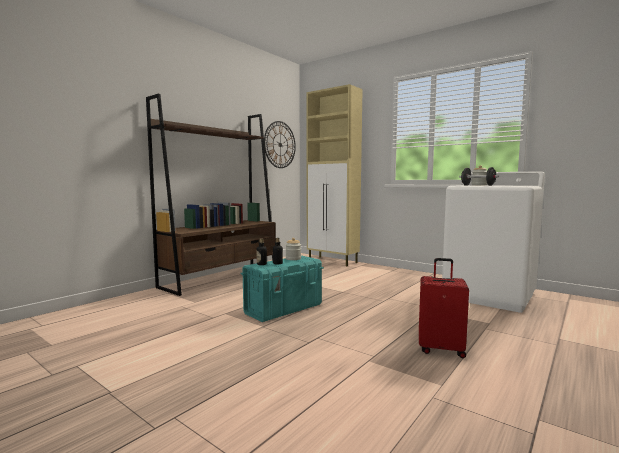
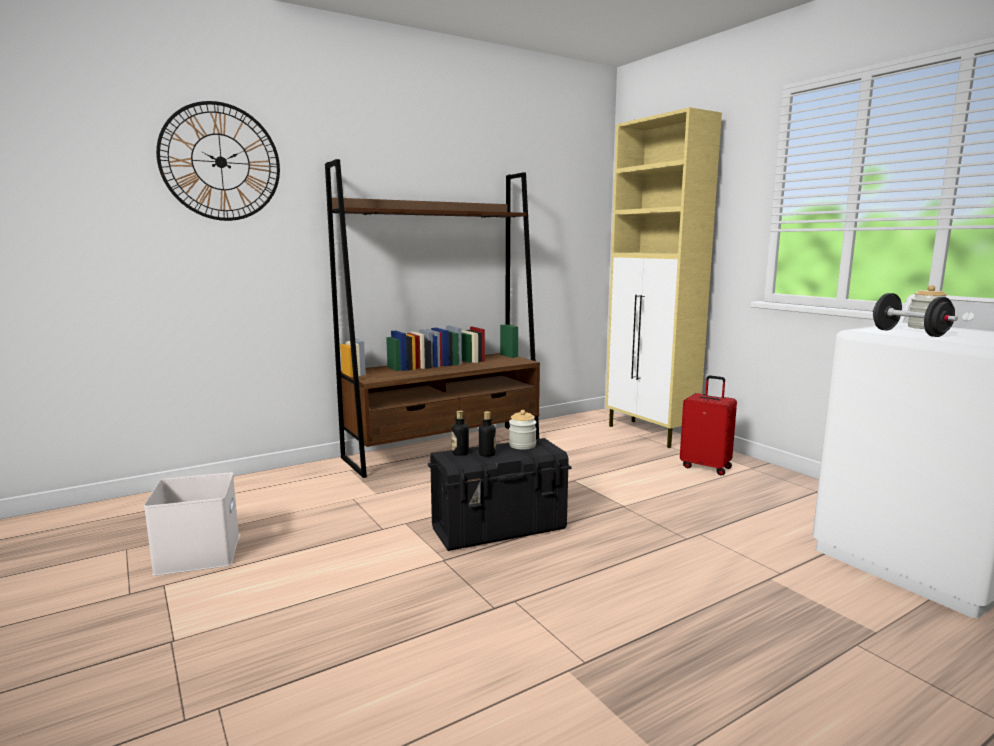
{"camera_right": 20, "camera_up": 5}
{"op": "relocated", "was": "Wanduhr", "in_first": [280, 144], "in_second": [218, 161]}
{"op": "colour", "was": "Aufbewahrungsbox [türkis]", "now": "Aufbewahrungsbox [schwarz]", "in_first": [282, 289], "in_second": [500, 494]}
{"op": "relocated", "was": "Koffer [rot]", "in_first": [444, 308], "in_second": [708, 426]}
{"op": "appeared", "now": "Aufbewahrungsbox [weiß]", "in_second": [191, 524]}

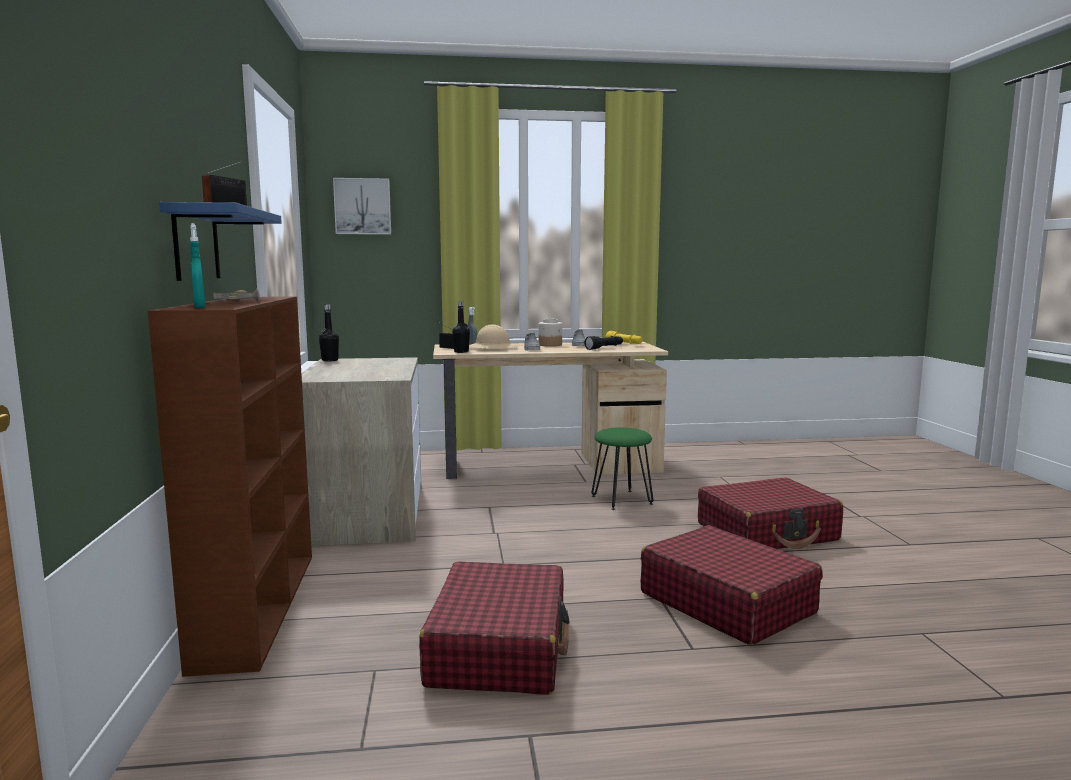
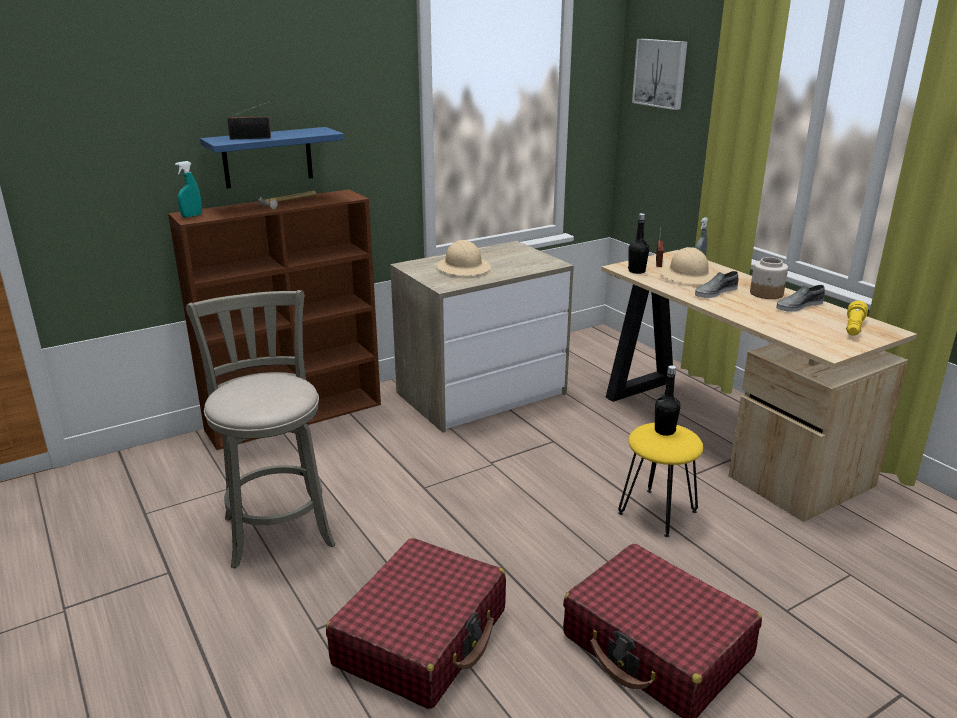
{"camera_right": 65, "camera_up": 15}
{"op": "relocated", "was": "Flasche [schwarz]", "in_first": [329, 333], "in_second": [667, 400]}
{"op": "missing", "was": "Taschenlampe [schwarz]", "in_first": [603, 343]}
{"op": "colour", "was": "Hocker [grün]", "now": "Hocker [gelb]", "in_first": [622, 468], "in_second": [661, 480]}
{"op": "exchanged", "was": "Koffer [rot]", "now": "Hocker [grau]", "in_first": [494, 628], "in_second": [260, 429]}
{"op": "appeared", "now": "Schutzhelm [beige]", "in_second": [463, 258]}

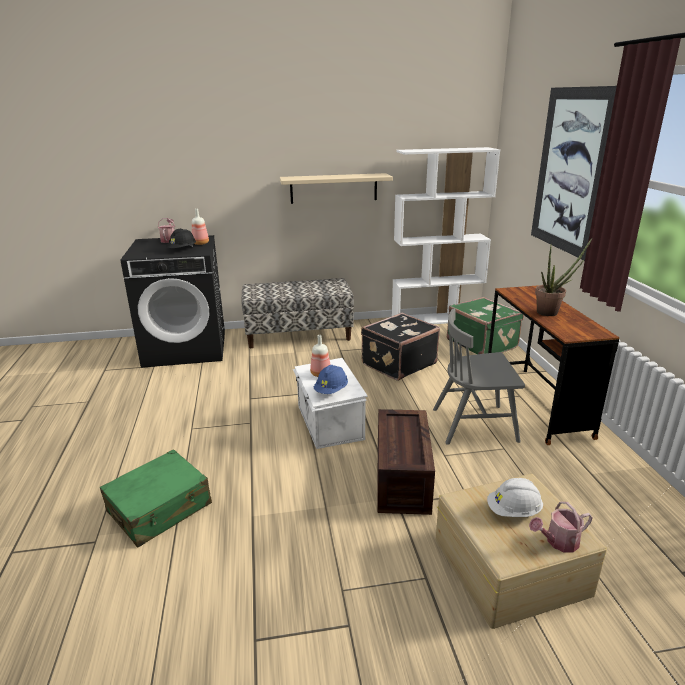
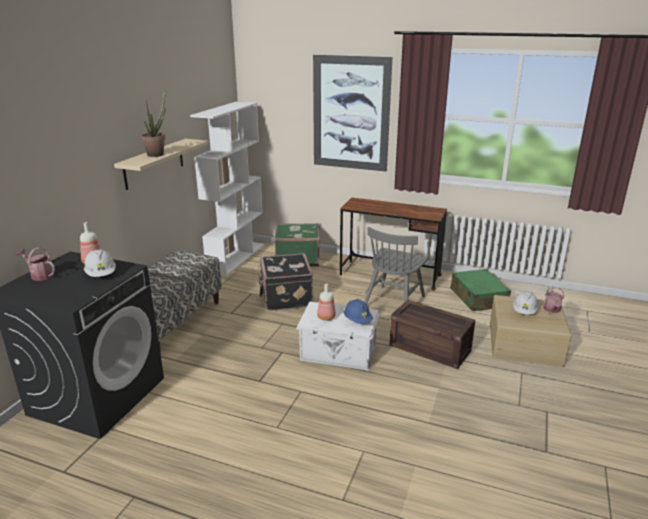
{"camera_right": -60, "camera_up": 0}
{"op": "colour", "was": "Schutzhelm [schwarz]", "now": "Schutzhelm [weiß]", "in_first": [181, 238], "in_second": [100, 263]}
{"op": "relocated", "was": "Topfpflanze", "in_first": [563, 277], "in_second": [153, 123]}
{"op": "relocated", "was": "Koffer [grün]", "in_first": [156, 498], "in_second": [480, 290]}

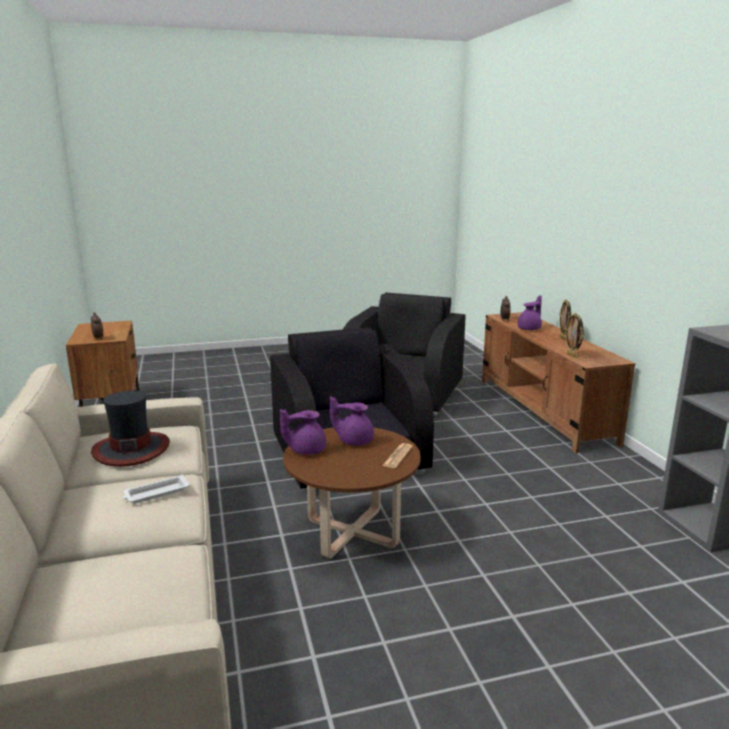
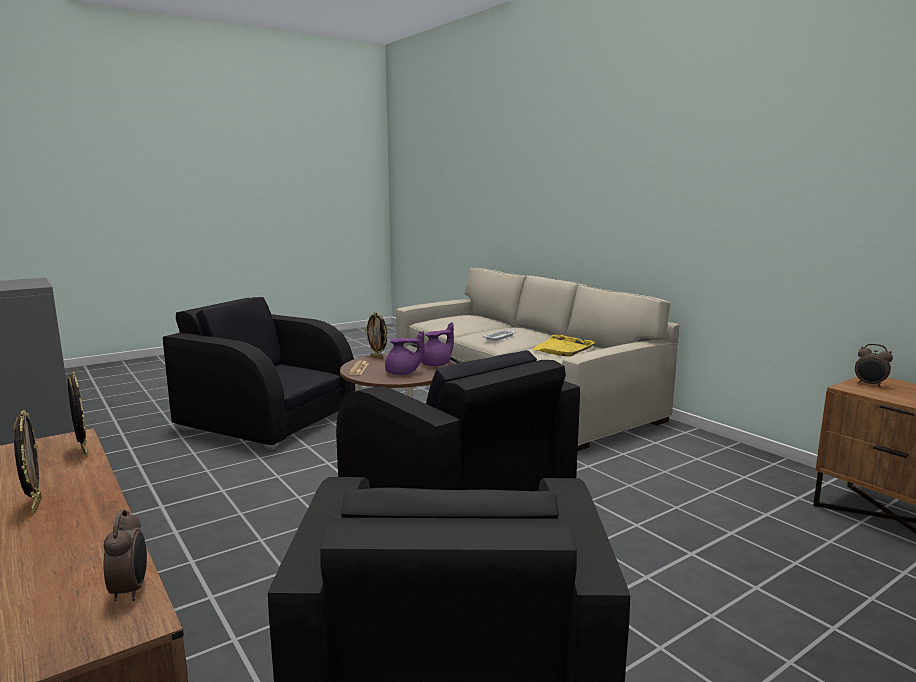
{"camera_right": 160, "camera_up": -5}
{"op": "missing", "was": "Teekanne [lila]", "in_first": [530, 312]}
{"op": "exchanged", "was": "Hut", "now": "Tablett [gelb]", "in_first": [130, 428], "in_second": [563, 346]}
{"op": "appeared", "now": "Sessel [schwarz]", "in_second": [259, 374]}
{"op": "appeared", "now": "Bilderrahmen", "in_second": [376, 335]}

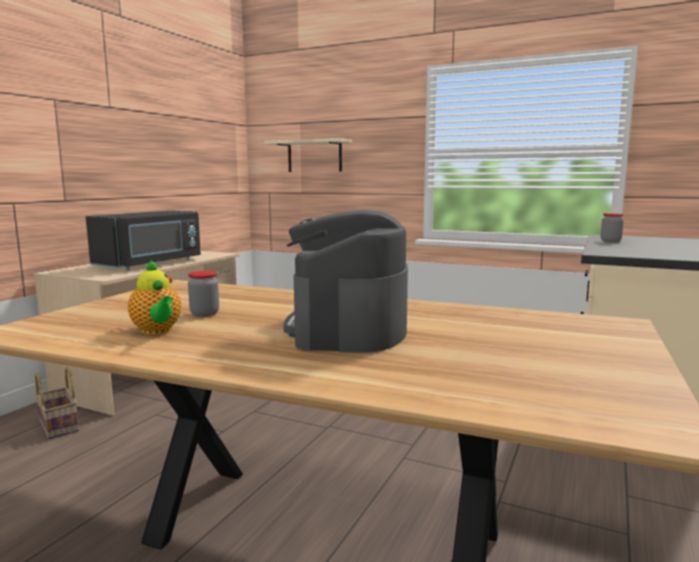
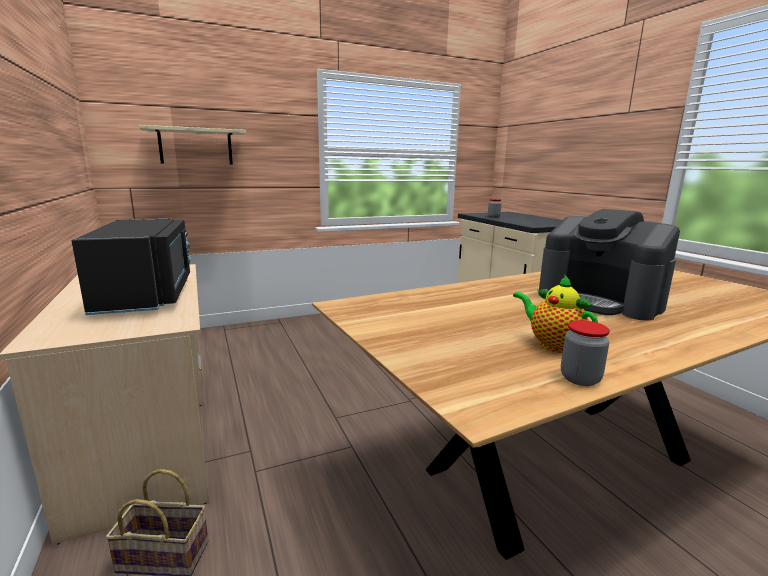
{"camera_right": -50, "camera_up": 5}
{"op": "spun", "was": "Teekanne", "in_first": [154, 296], "in_second": [555, 313], "clockwise": -135}
{"op": "relocated", "was": "Vorratsglas", "in_first": [203, 294], "in_second": [585, 353]}

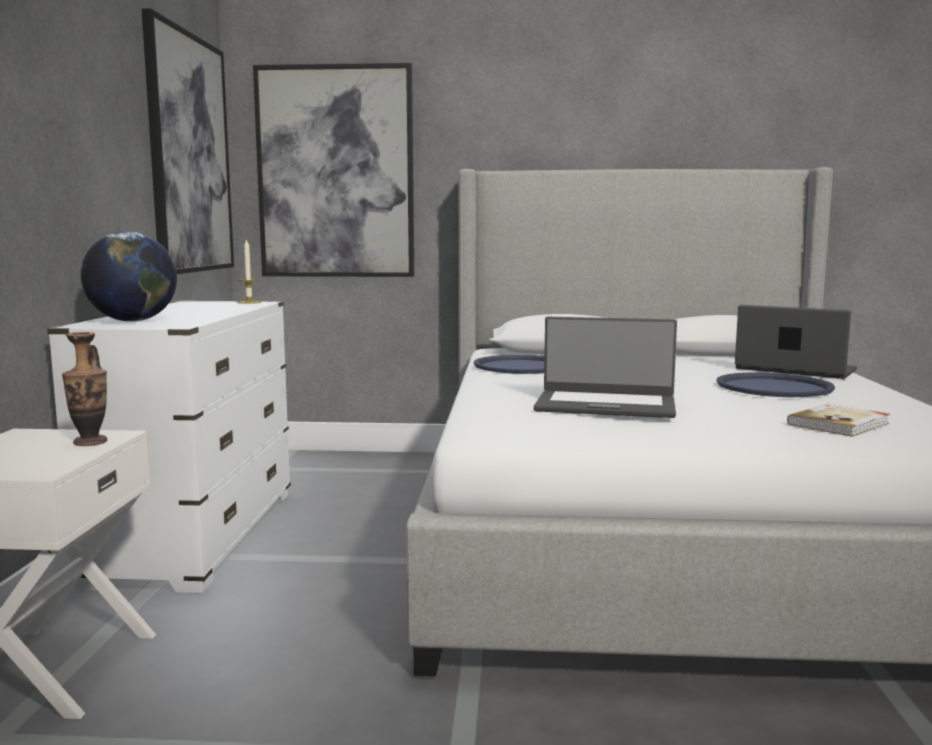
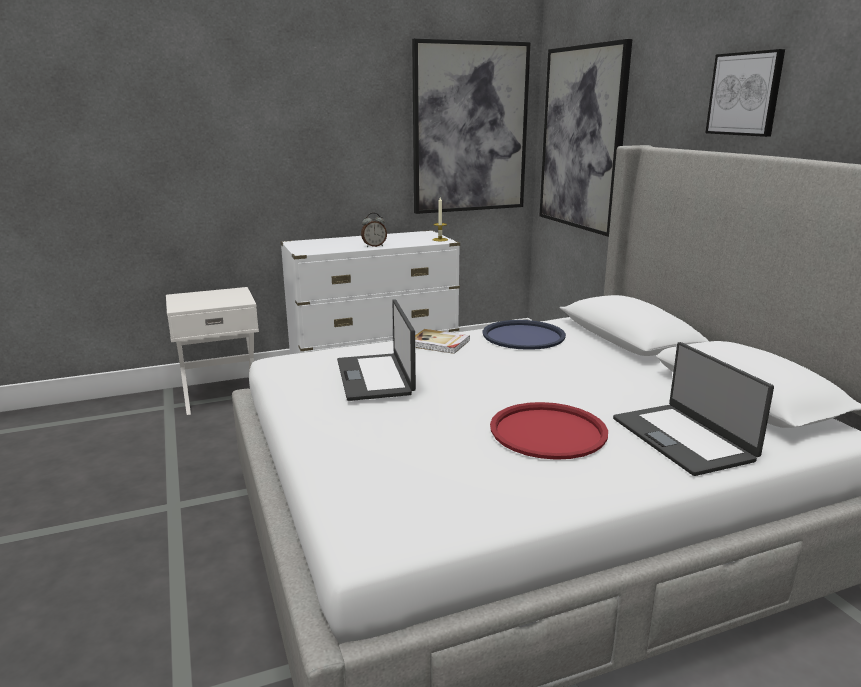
{"camera_right": 65, "camera_up": 10}
{"op": "missing", "was": "Globus", "in_first": [129, 276]}
{"op": "spun", "was": "Laptop", "in_first": [796, 342], "in_second": [693, 409], "clockwise": 150}
{"op": "missing", "was": "Vase", "in_first": [84, 389]}
{"op": "colour", "was": "Tablett [blau]", "now": "Tablett [rot]", "in_first": [776, 385], "in_second": [549, 431]}
{"op": "relocated", "was": "Buch", "in_first": [838, 420], "in_second": [442, 341]}
{"op": "appeared", "now": "Bild", "in_second": [745, 93]}
{"op": "appeared", "now": "Wecker", "in_second": [374, 230]}

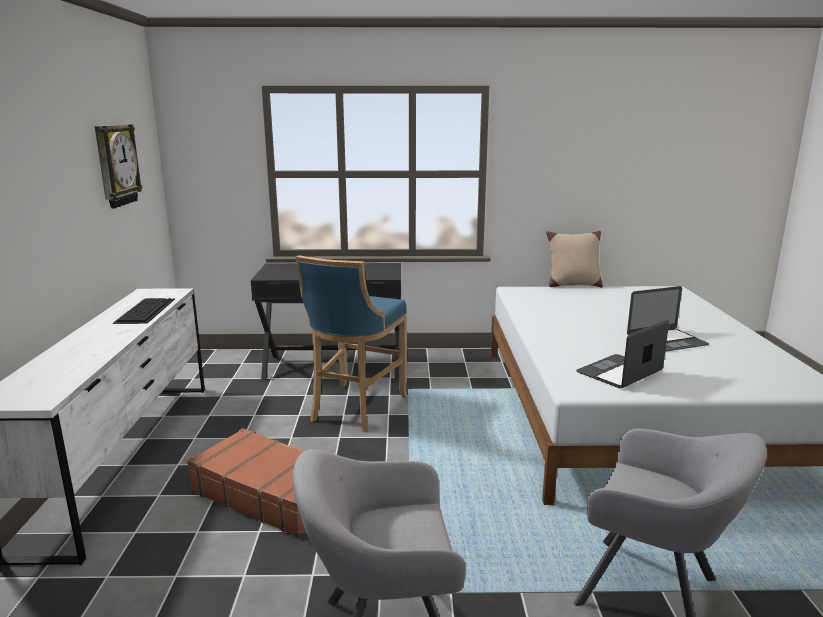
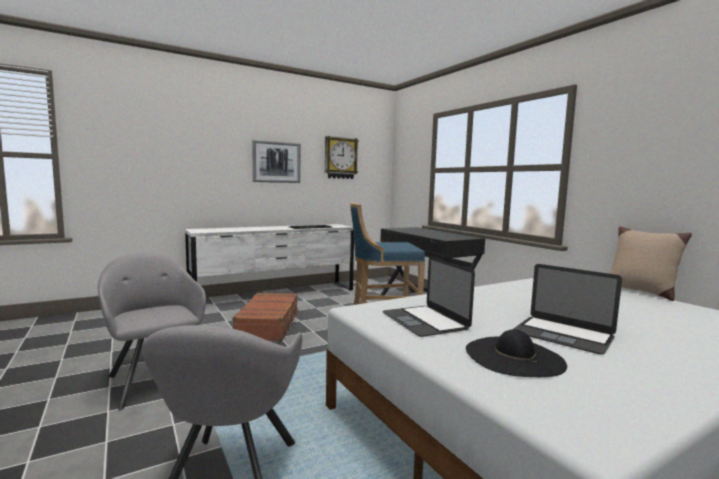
{"camera_right": 60, "camera_up": -10}
{"op": "spun", "was": "Laptop", "in_first": [622, 354], "in_second": [428, 296], "clockwise": -135}
{"op": "appeared", "now": "Bild", "in_second": [276, 161]}
{"op": "appeared", "now": "Hut [schwarz]", "in_second": [516, 353]}

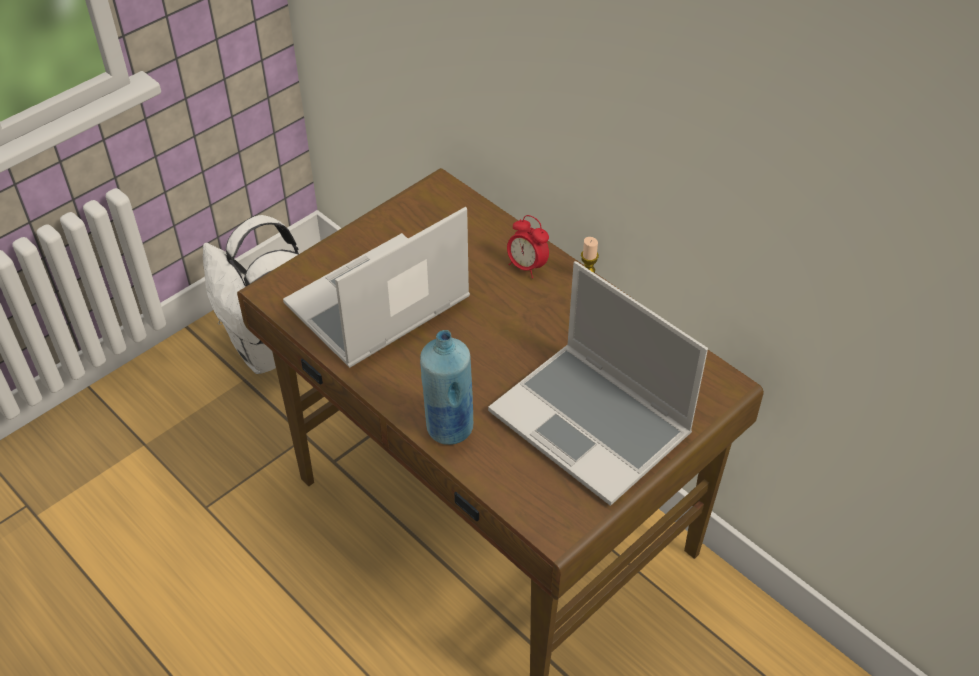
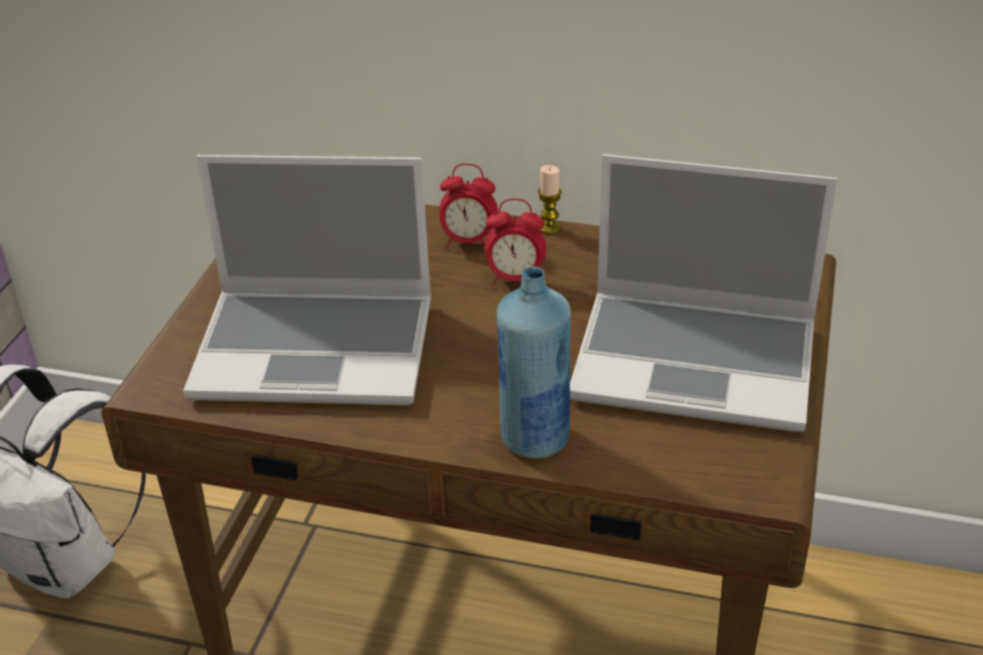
{"camera_right": -30, "camera_up": -10}
{"op": "spun", "was": "Laptop", "in_first": [376, 287], "in_second": [307, 280], "clockwise": -105}
{"op": "appeared", "now": "Wecker", "in_second": [515, 242]}

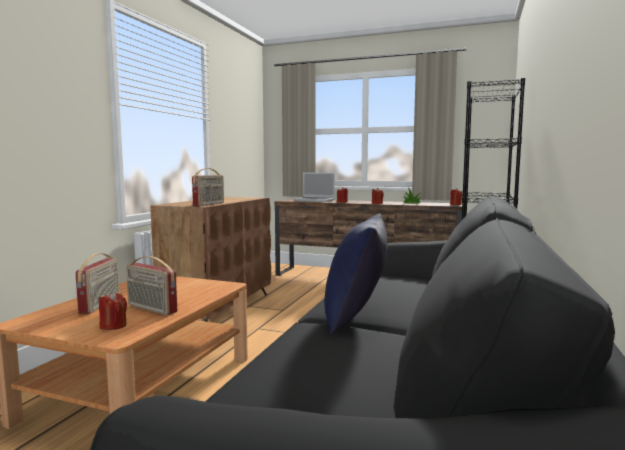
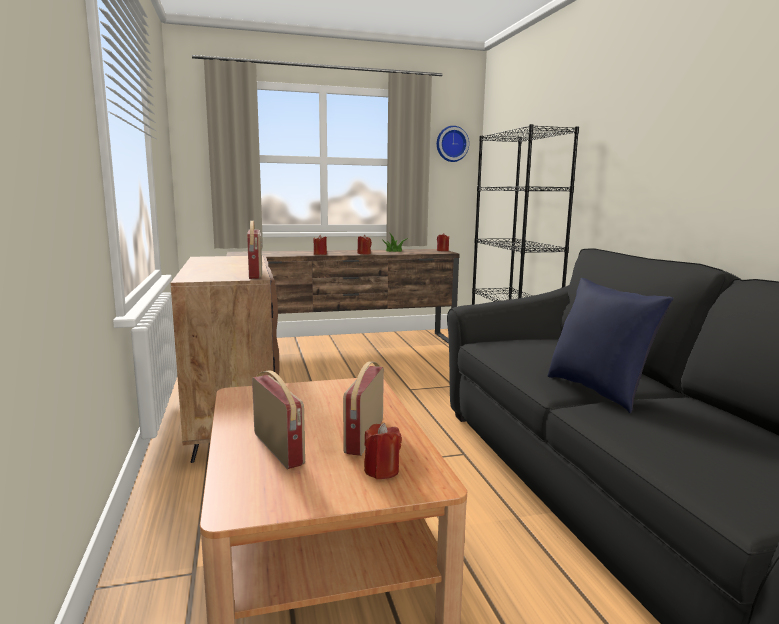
{"camera_right": -35, "camera_up": 5}
{"op": "missing", "was": "Laptop", "in_first": [314, 187]}
{"op": "spun", "was": "Radio", "in_first": [151, 285], "in_second": [363, 408], "clockwise": 105}
{"op": "appeared", "now": "Wanduhr", "in_second": [453, 144]}

